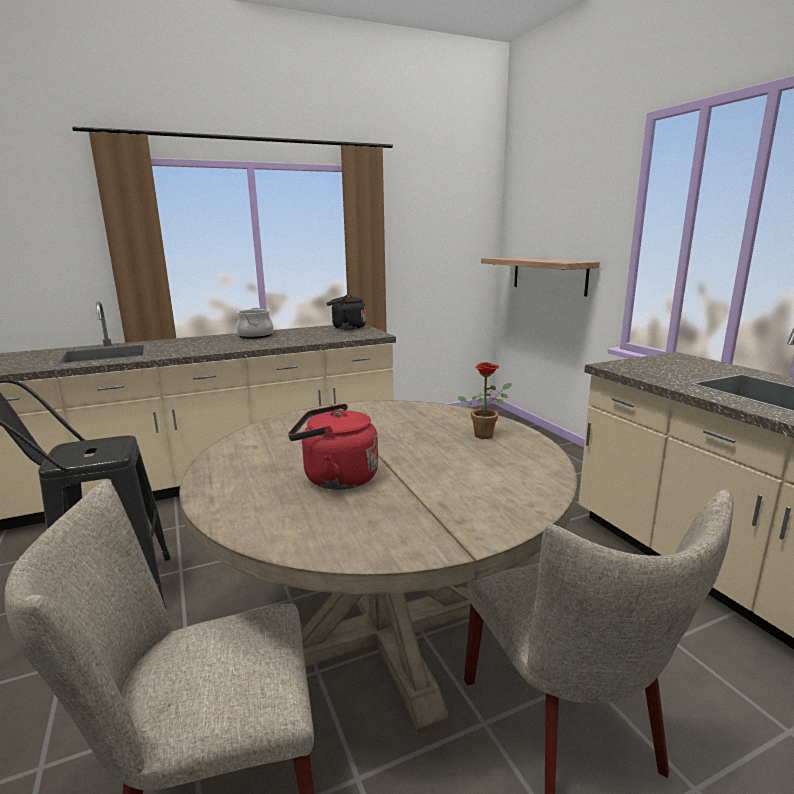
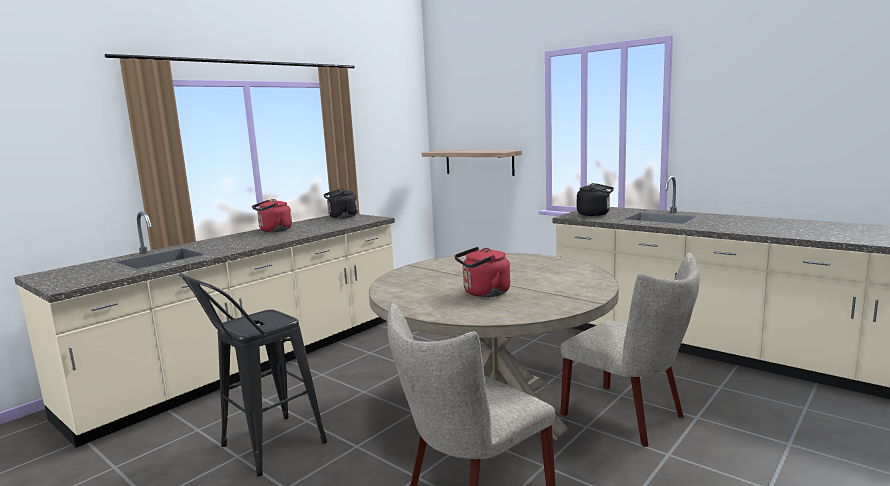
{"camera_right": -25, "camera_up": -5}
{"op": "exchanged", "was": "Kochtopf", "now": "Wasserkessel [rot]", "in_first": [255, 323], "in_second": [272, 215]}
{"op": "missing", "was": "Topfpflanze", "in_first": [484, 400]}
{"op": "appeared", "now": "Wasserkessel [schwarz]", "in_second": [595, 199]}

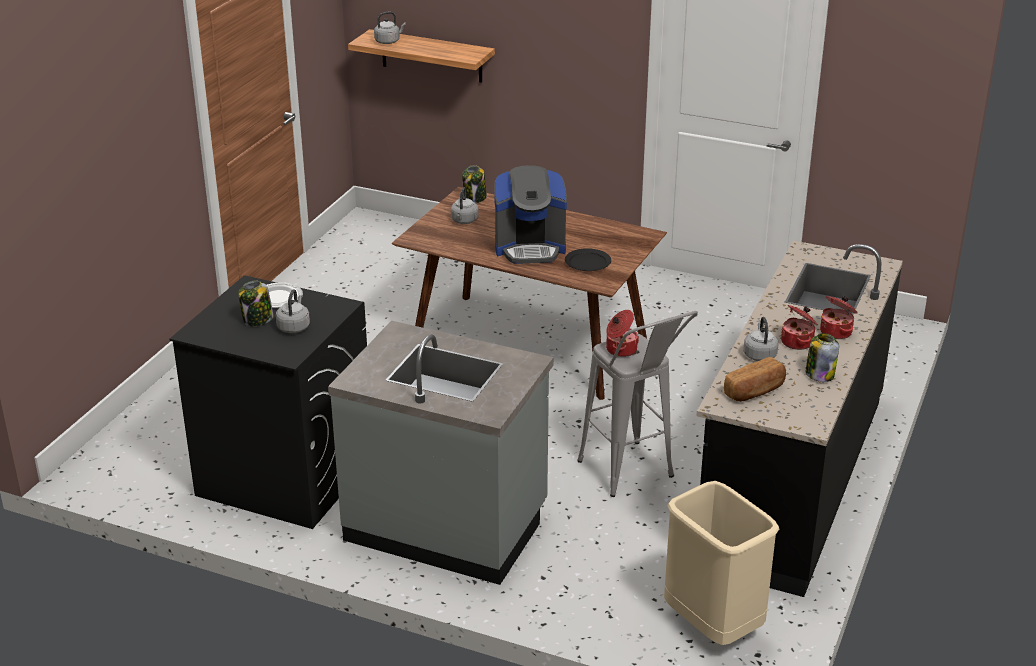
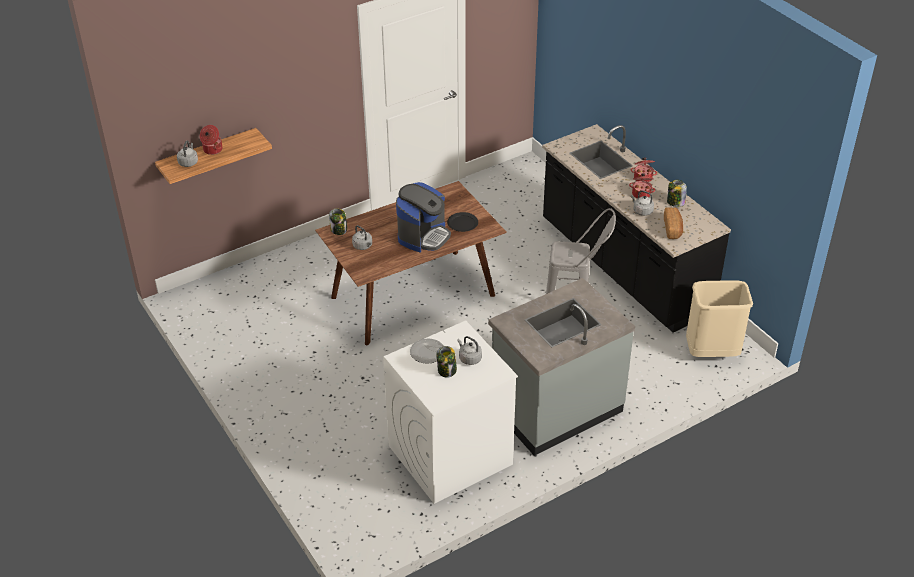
{"camera_right": -55, "camera_up": 10}
{"op": "colour", "was": "Waschmaschine [schwarz]", "now": "Waschmaschine [weiß]", "in_first": [268, 402], "in_second": [450, 412]}
{"op": "relocated", "was": "Kochtopf", "in_first": [622, 333], "in_second": [211, 140]}

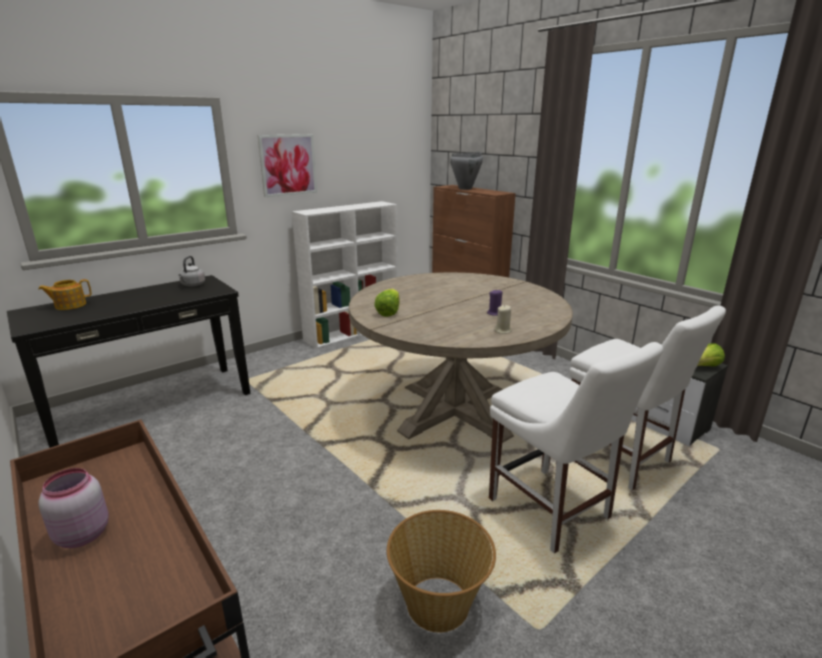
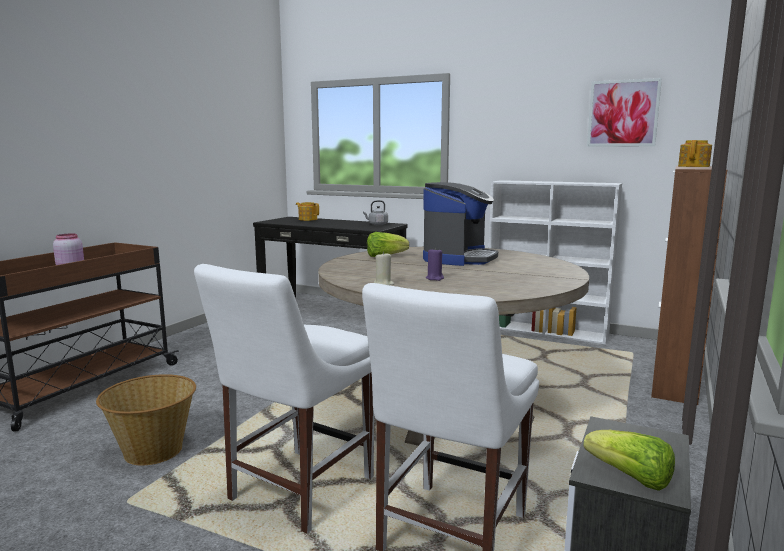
{"camera_right": 65, "camera_up": -10}
{"op": "relocated", "was": "Bild", "in_first": [287, 165], "in_second": [624, 112]}
{"op": "exchanged", "was": "Kochtopf [grau]", "now": "Teekanne", "in_first": [466, 171], "in_second": [695, 153]}
{"op": "appeared", "now": "Kaffeemaschine", "in_second": [460, 224]}

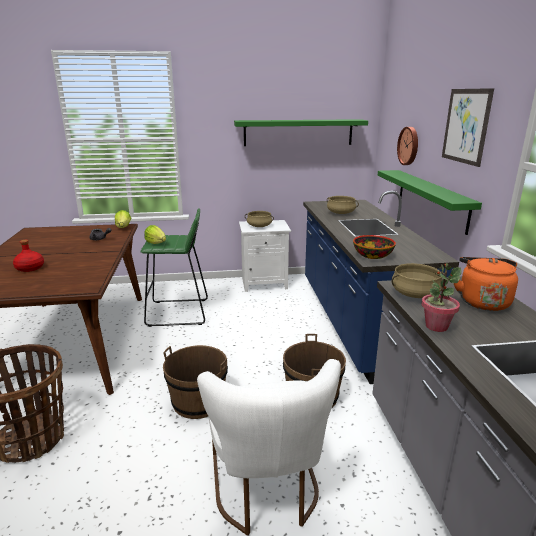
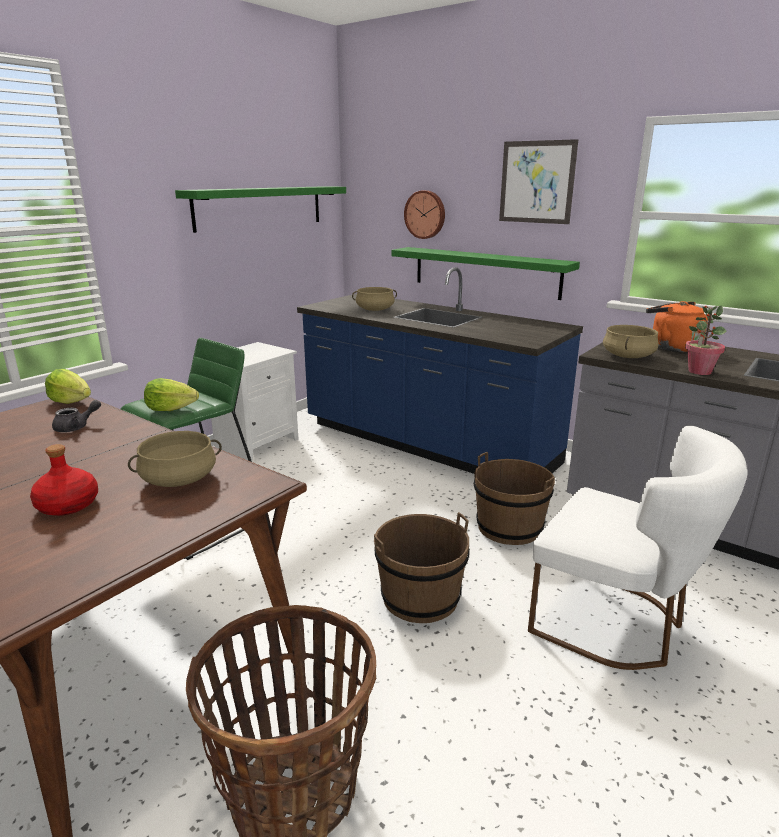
{"camera_right": -45, "camera_up": 0}
{"op": "relocated", "was": "Kochtopf [beige]", "in_first": [259, 219], "in_second": [175, 459]}
{"op": "missing", "was": "Schüssel", "in_first": [374, 247]}

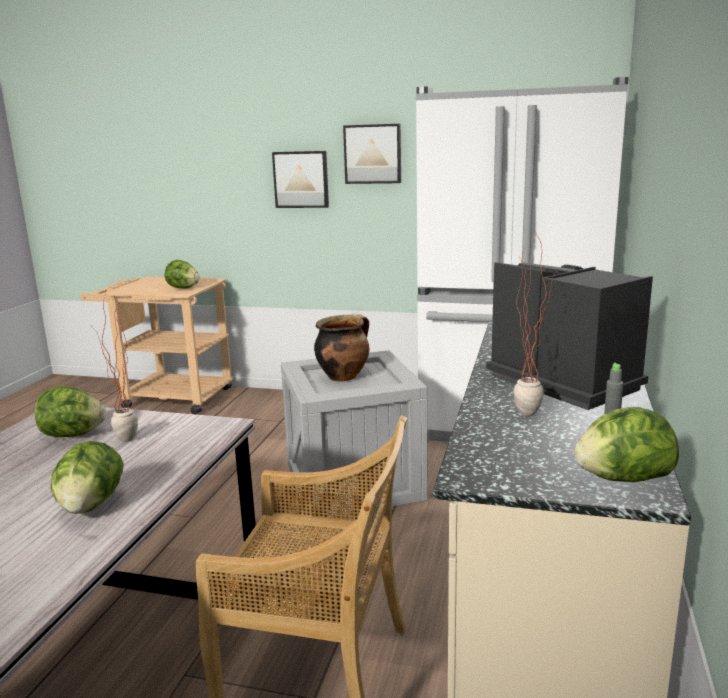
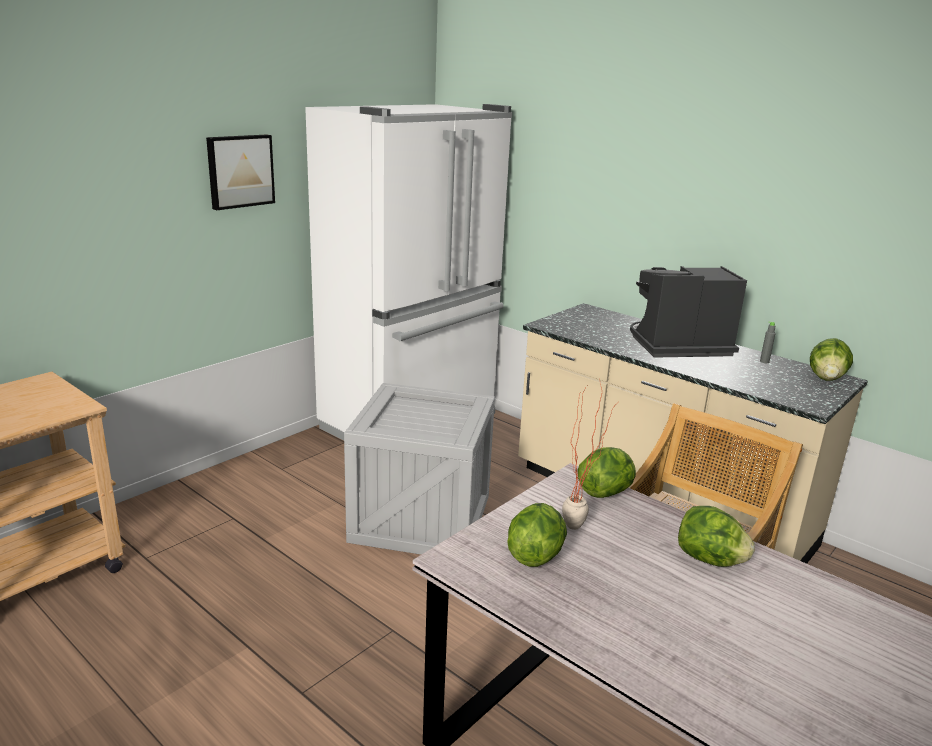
{"camera_right": -65, "camera_up": 5}
{"op": "missing", "was": "Bild", "in_first": [300, 179]}
{"op": "missing", "was": "Topfpflanze", "in_first": [536, 325]}
{"op": "relocated", "was": "Salatkopf", "in_first": [182, 274], "in_second": [607, 472]}
{"op": "missing", "was": "Kochtopf", "in_first": [341, 348]}

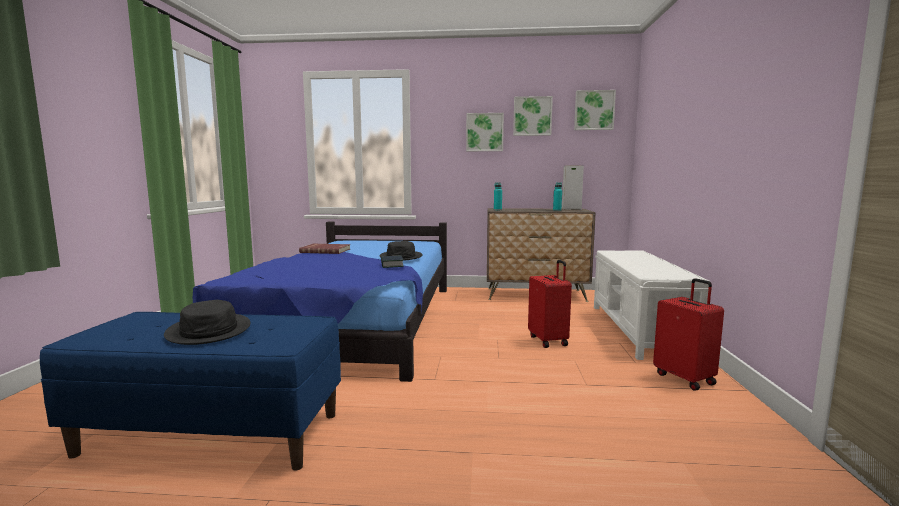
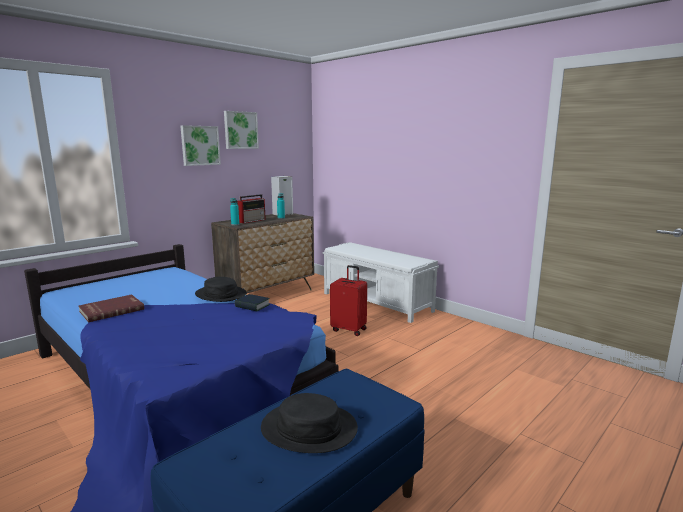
{"camera_right": -50, "camera_up": 5}
{"op": "missing", "was": "Bild", "in_first": [595, 110]}
{"op": "missing", "was": "Koffer [rot]", "in_first": [688, 334]}
{"op": "appeared", "now": "Radio", "in_second": [251, 208]}

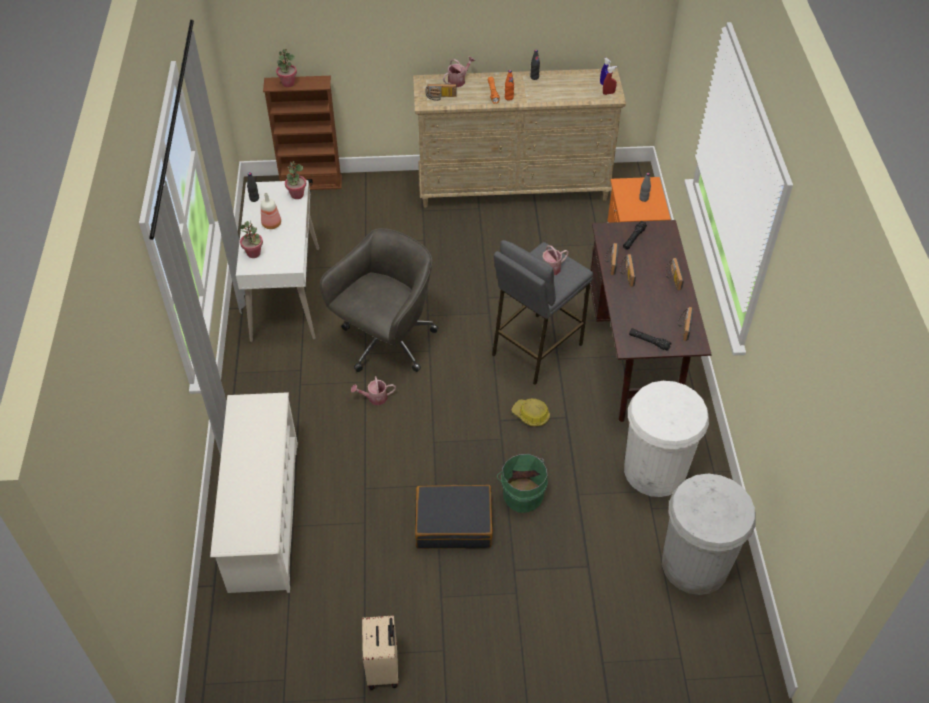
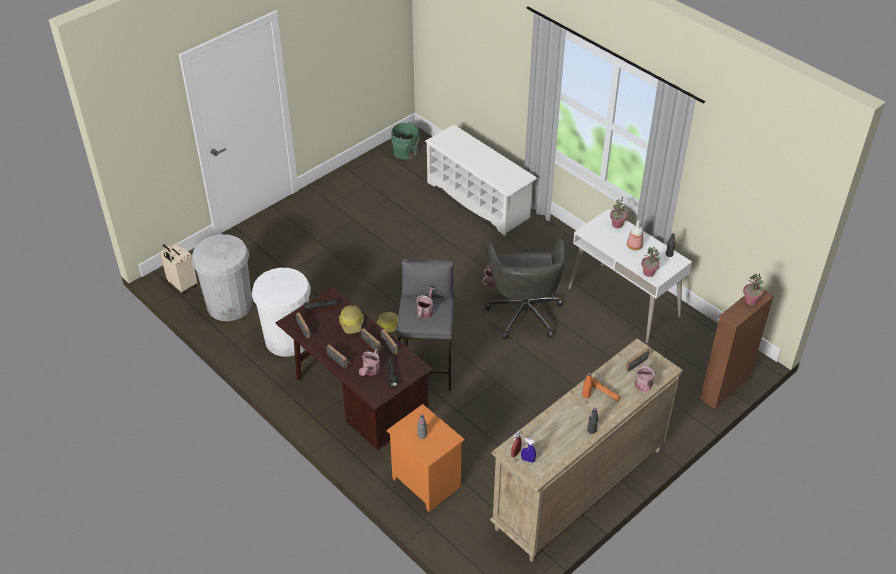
{"camera_right": 140, "camera_up": -5}
{"op": "relocated", "was": "Eimer [grün]", "in_first": [522, 483], "in_second": [406, 140]}
{"op": "missing", "was": "Koffer [schwarz]", "in_first": [454, 517]}
{"op": "relocated", "was": "Koffer [beige]", "in_first": [380, 652], "in_second": [179, 268]}
{"op": "appeared", "now": "Schutzhelm", "in_second": [351, 319]}
{"op": "appeared", "now": "Gießkanne", "in_second": [369, 362]}

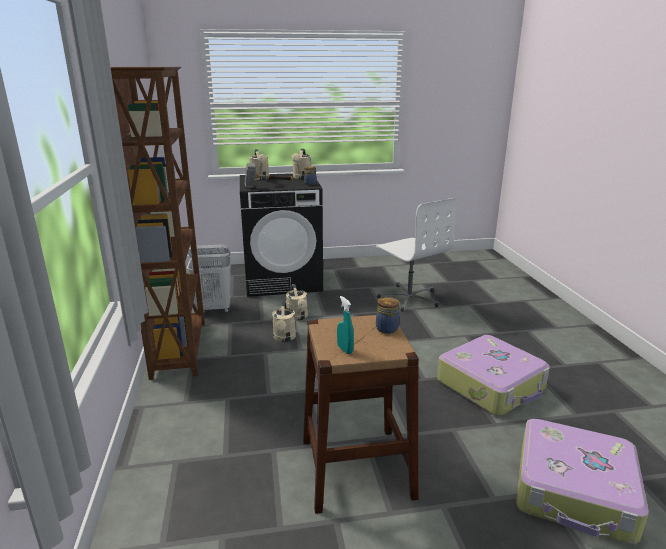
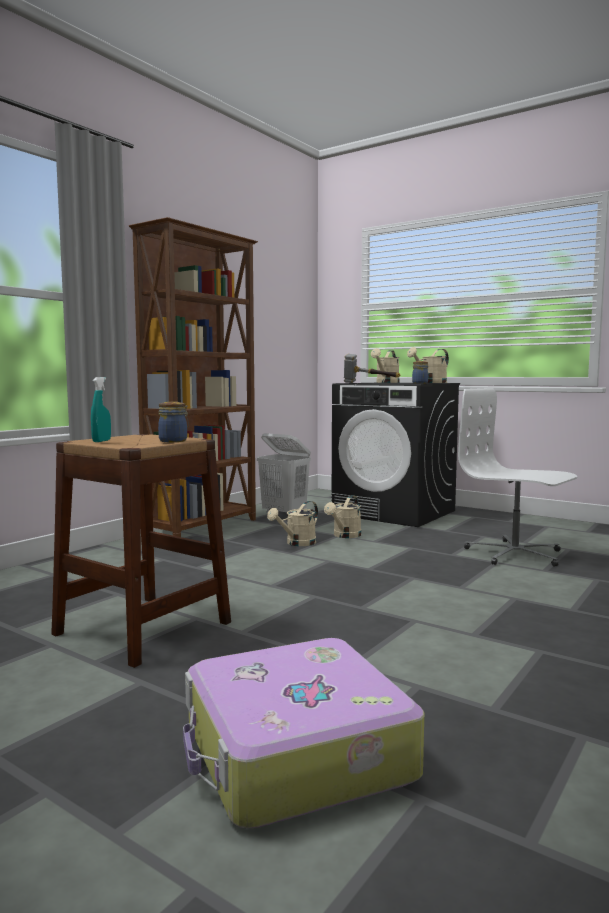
{"camera_right": 45, "camera_up": -15}
{"op": "spun", "was": "Bürostuhl [weiß]", "in_first": [416, 254], "in_second": [517, 477], "clockwise": 120}
{"op": "missing", "was": "Koffer", "in_first": [493, 375]}

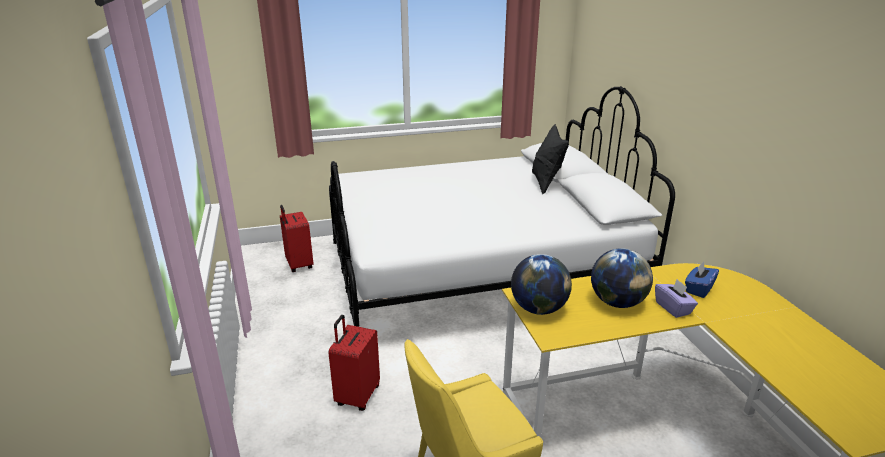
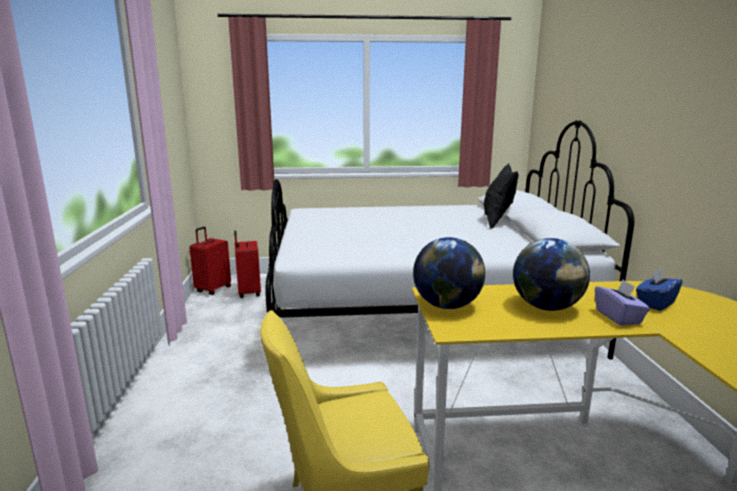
{"camera_right": 10, "camera_up": -10}
{"op": "relocated", "was": "Koffer [rot]", "in_first": [354, 363], "in_second": [210, 261]}

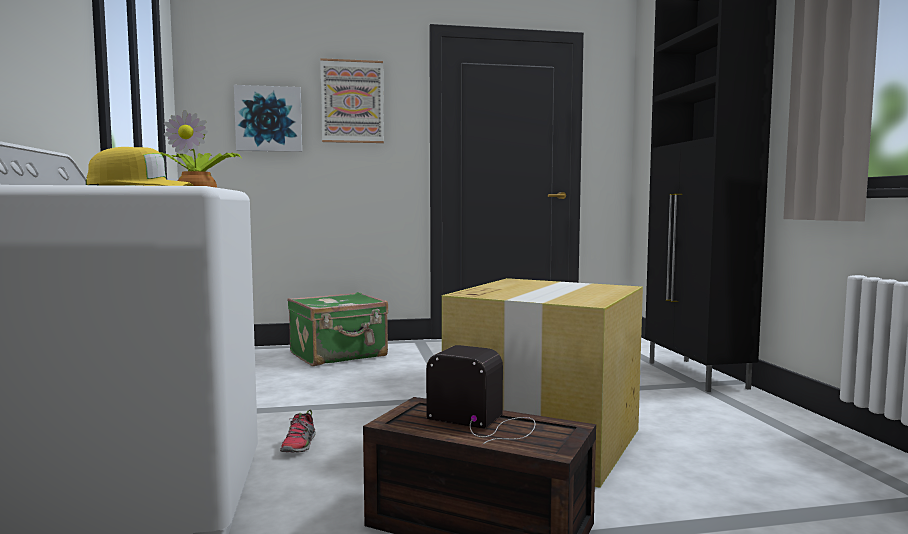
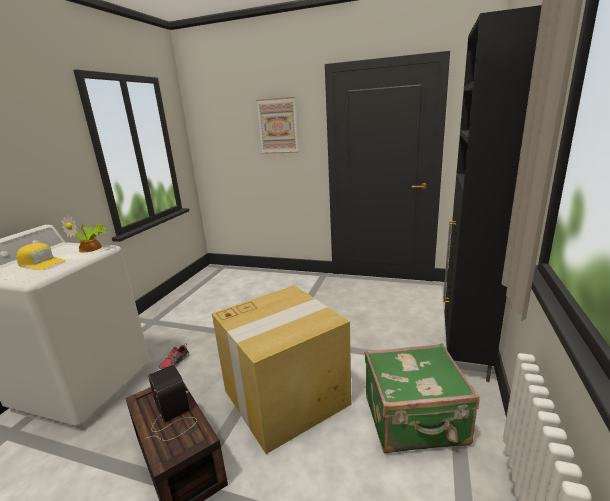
{"camera_right": 30, "camera_up": 15}
{"op": "missing", "was": "Bild", "in_first": [268, 118]}
{"op": "relocated", "was": "Koffer [grün]", "in_first": [338, 329], "in_second": [422, 398]}

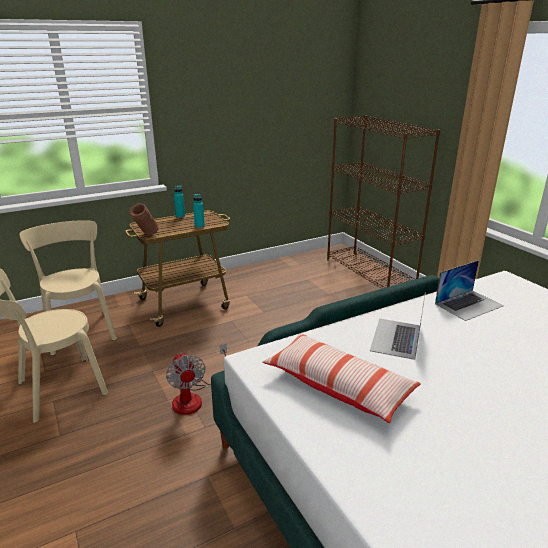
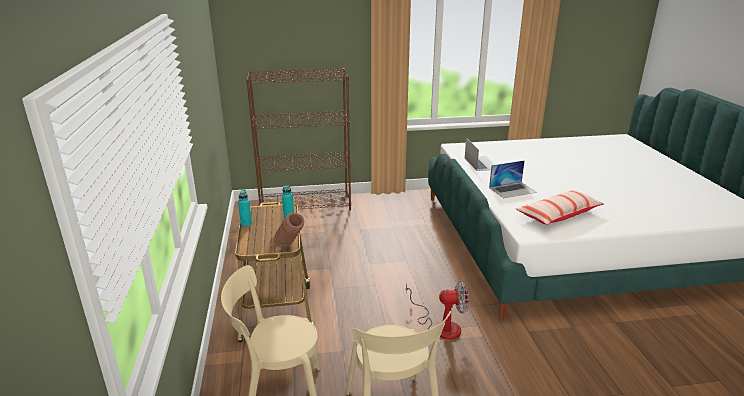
{"camera_right": -70, "camera_up": 0}
{"op": "spun", "was": "Laptop", "in_first": [398, 326], "in_second": [513, 179], "clockwise": -60}

